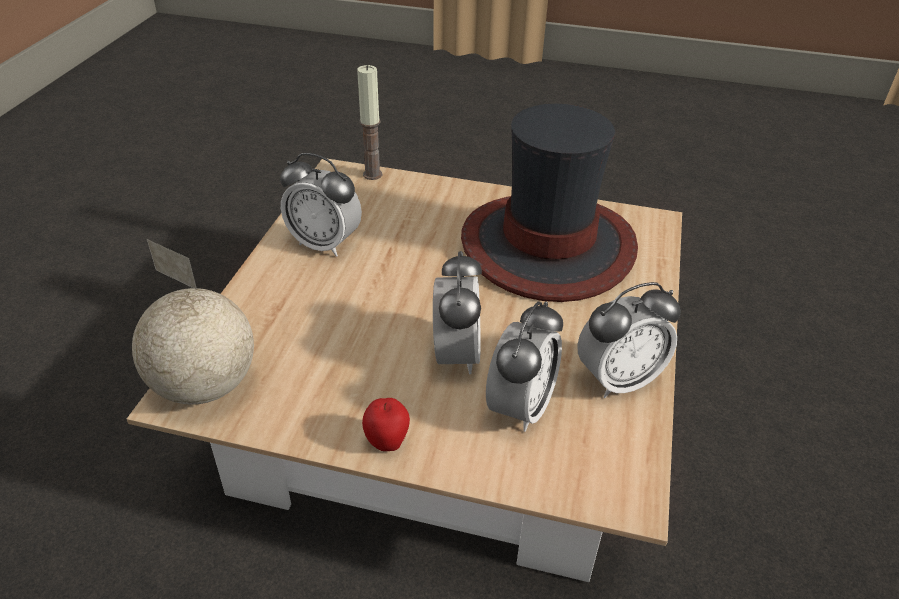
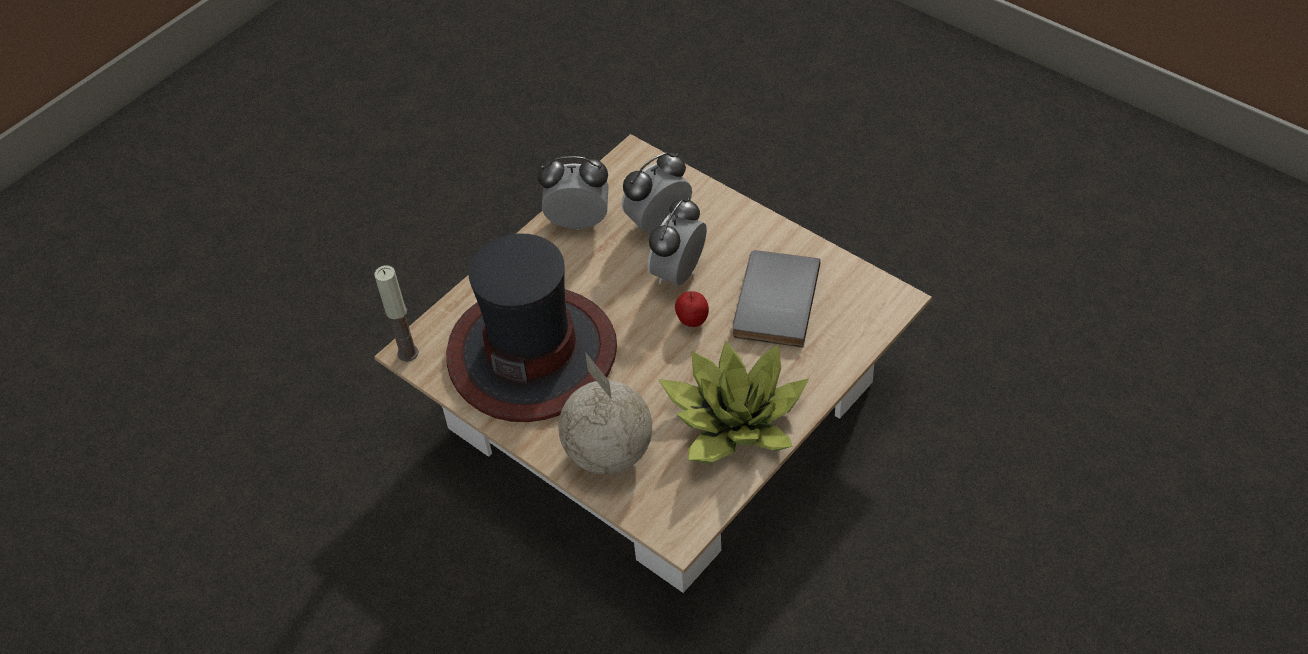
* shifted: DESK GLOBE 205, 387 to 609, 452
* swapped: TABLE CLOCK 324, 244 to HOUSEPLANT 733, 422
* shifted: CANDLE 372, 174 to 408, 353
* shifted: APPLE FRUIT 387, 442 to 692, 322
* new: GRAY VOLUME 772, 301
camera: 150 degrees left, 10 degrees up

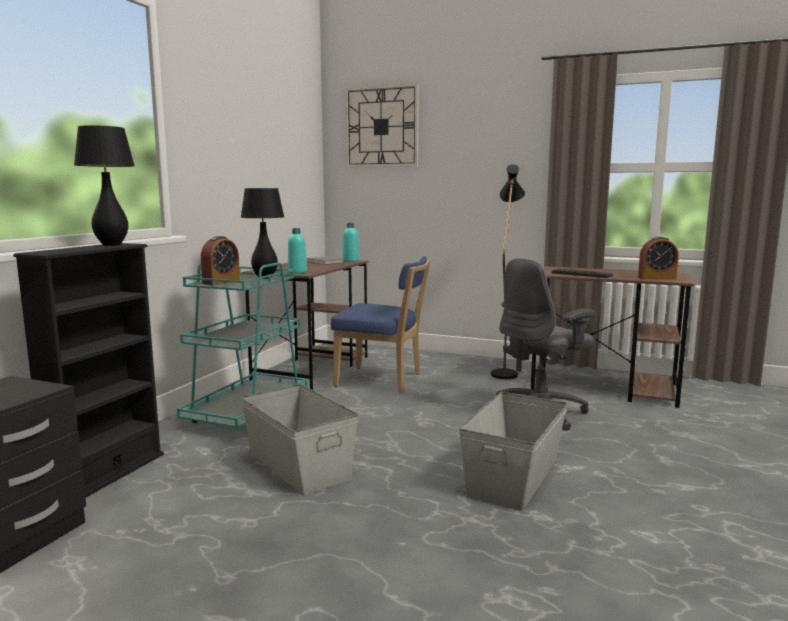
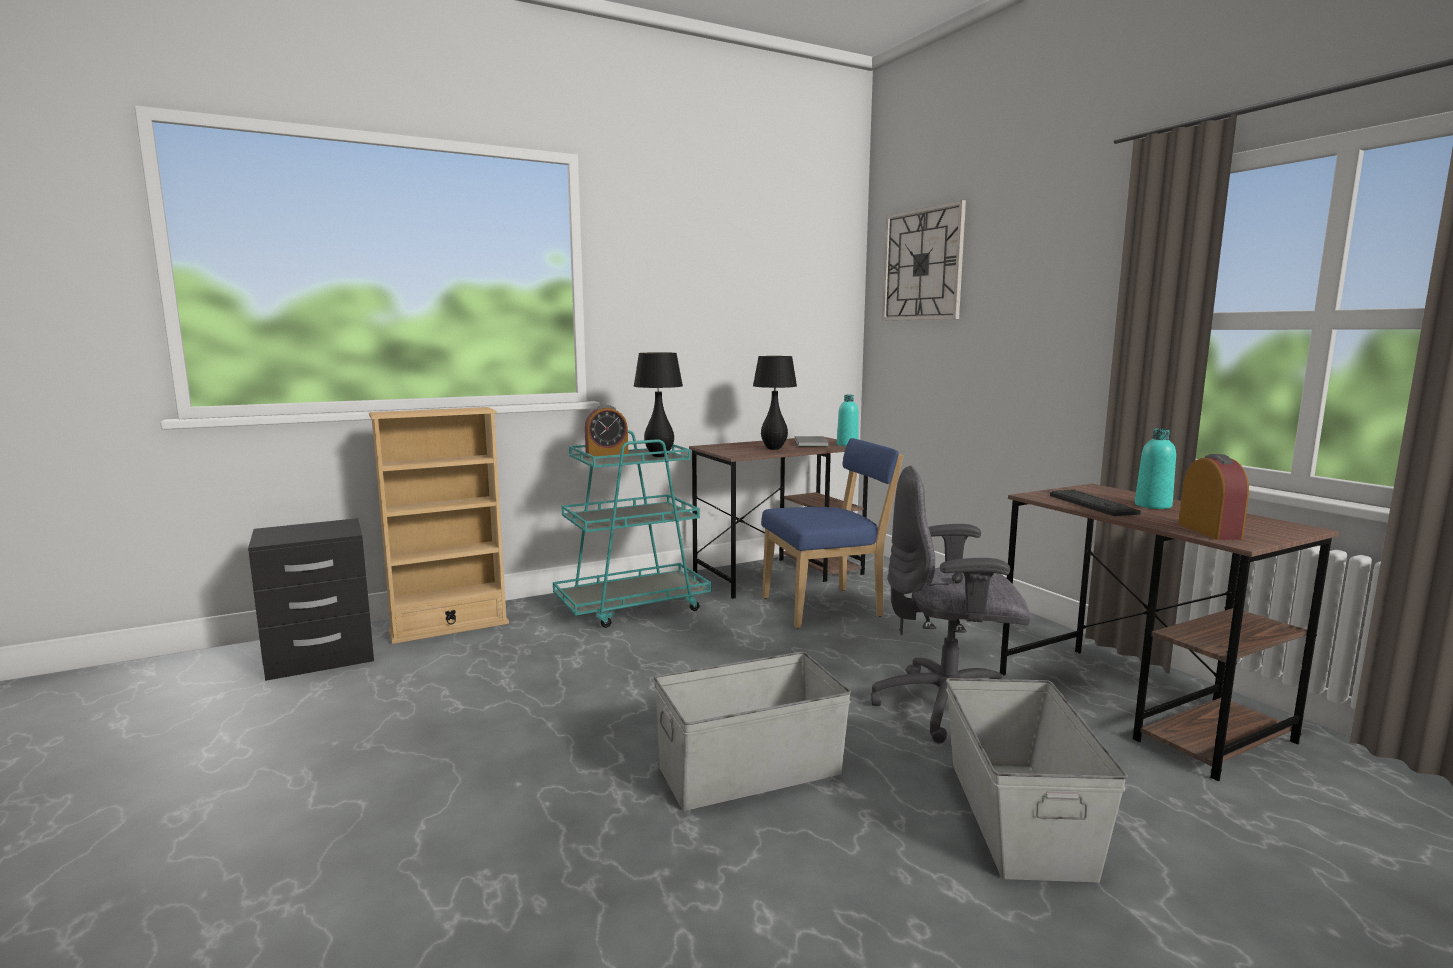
* repainted: BLACKISH SHELVING UNIT 107, 474 to BEIGE-COLOURED SHELVING UNIT 449, 627
* shifted: BLACKISH TABLETOP LAMP 111, 245 to 774, 449
* shifted: GRAY STORAGE BIN 298, 466 to 1016, 816
* shifted: BLUE-GREEN BOTTLE 297, 272 to 1153, 505
* rotated: BLUE PLAIN CHAIR 382, 380 = 827, 607 75 degrees counterclockwise
* gone: BLACKISH FLOOR LAMP 504, 372
* rotated: TABLE CLOCK 657, 278 = 1209, 531 135 degrees counterclockwise
camera: 40 degrees right, 0 degrees up

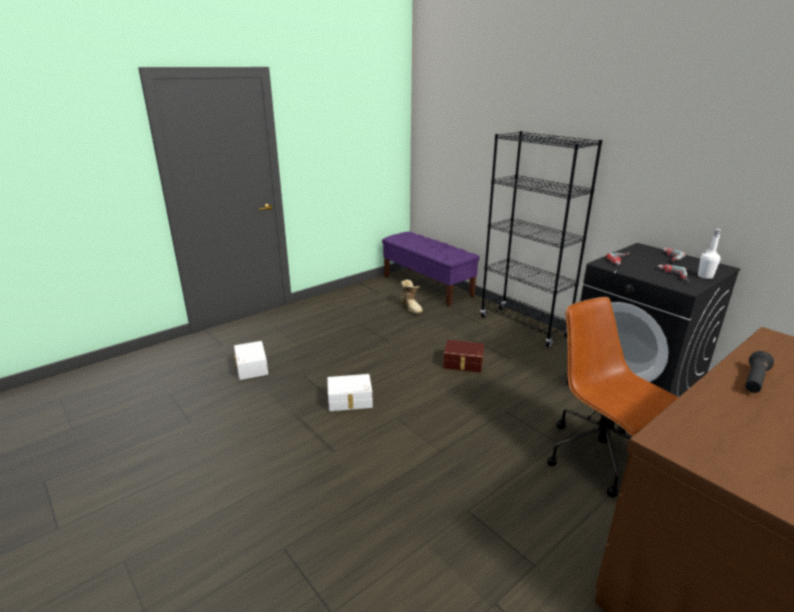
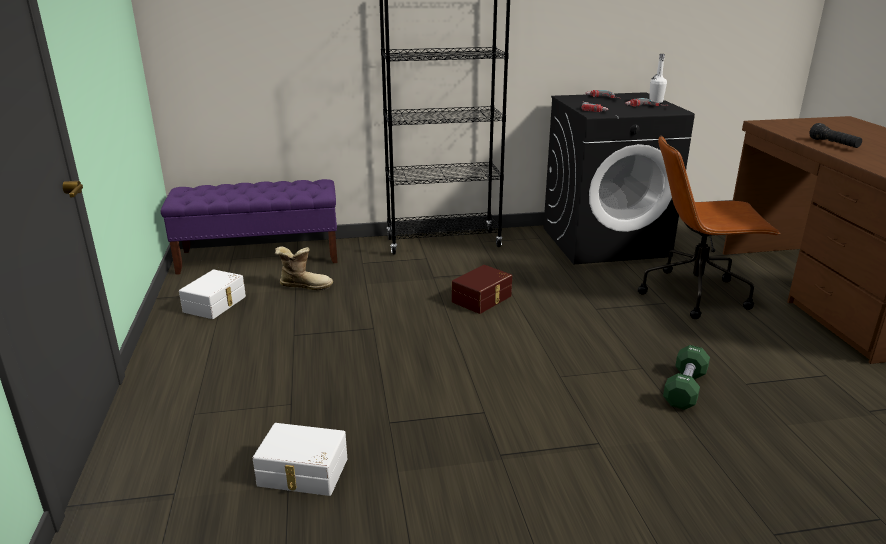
* shifted: WHITISH STORAGE BIN 350, 401 to 216, 304
* new: GREEN-COLOURED DUMBBELL 684, 388
camera: 60 degrees left, 0 degrees up

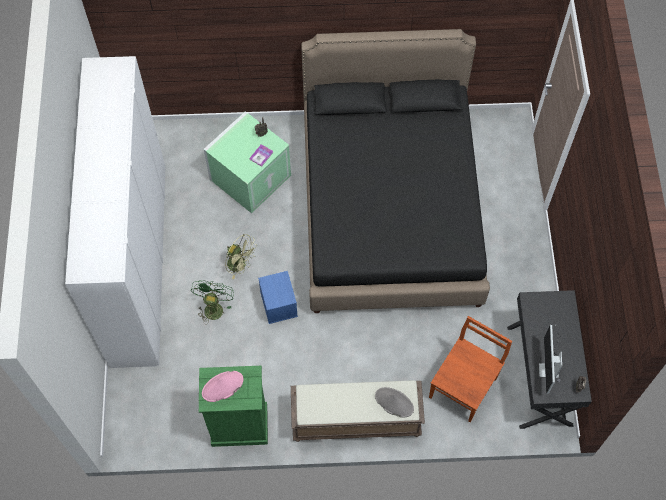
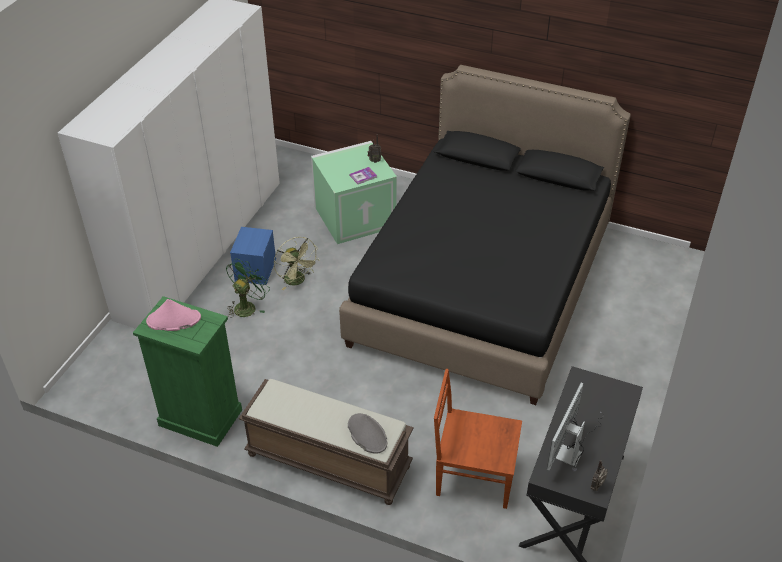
* shifted: BLUE STORAGE BIN 278, 304 to 255, 269
* rotated: BROWNISH PLAIN CHAIR 464, 386 = 473, 475 135 degrees counterclockwise
camera: 25 degrees right, 20 degrees down

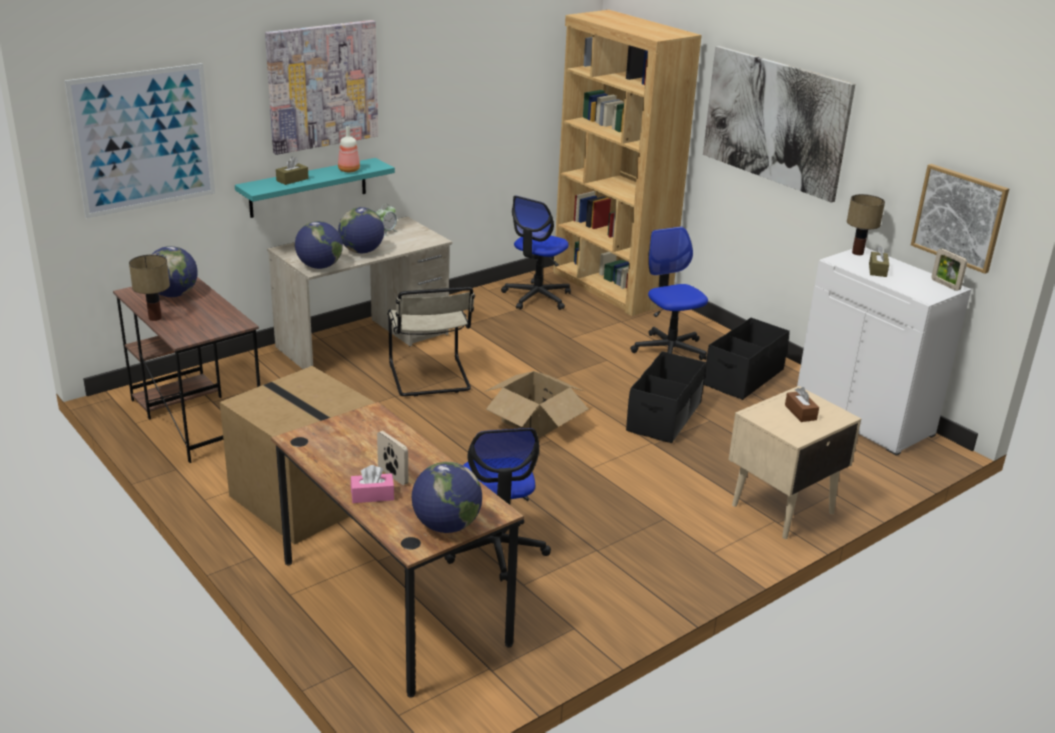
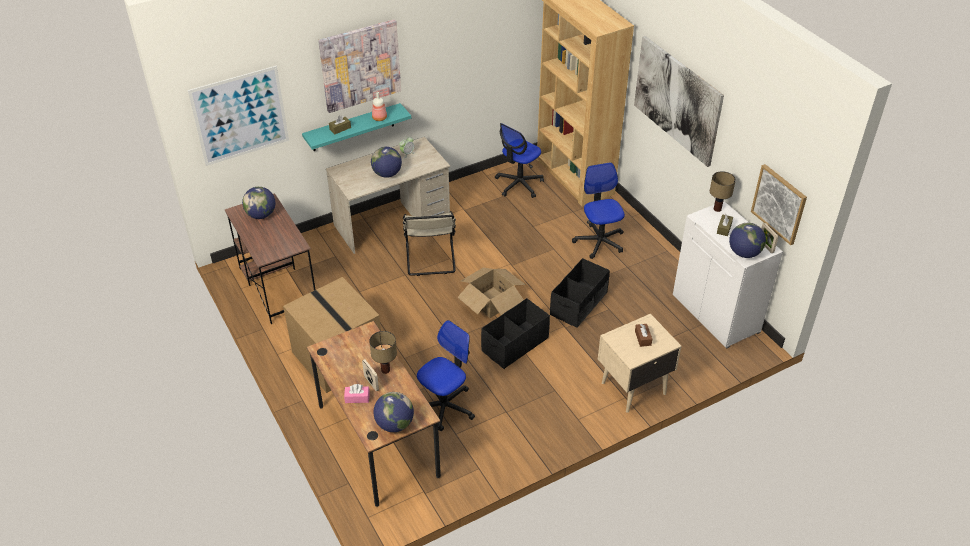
* shifted: TABLETOP LAMP 154, 317 to 385, 370
* shifted: DESK GLOBE 319, 266 to 744, 253
* rotated: DESK CHAIR 496, 549 = 445, 406 135 degrees counterclockwise
* shifted: BLACKISH STORAGE BIN 743, 377 to 514, 344
camera: 10 degrees right, 15 degrees up

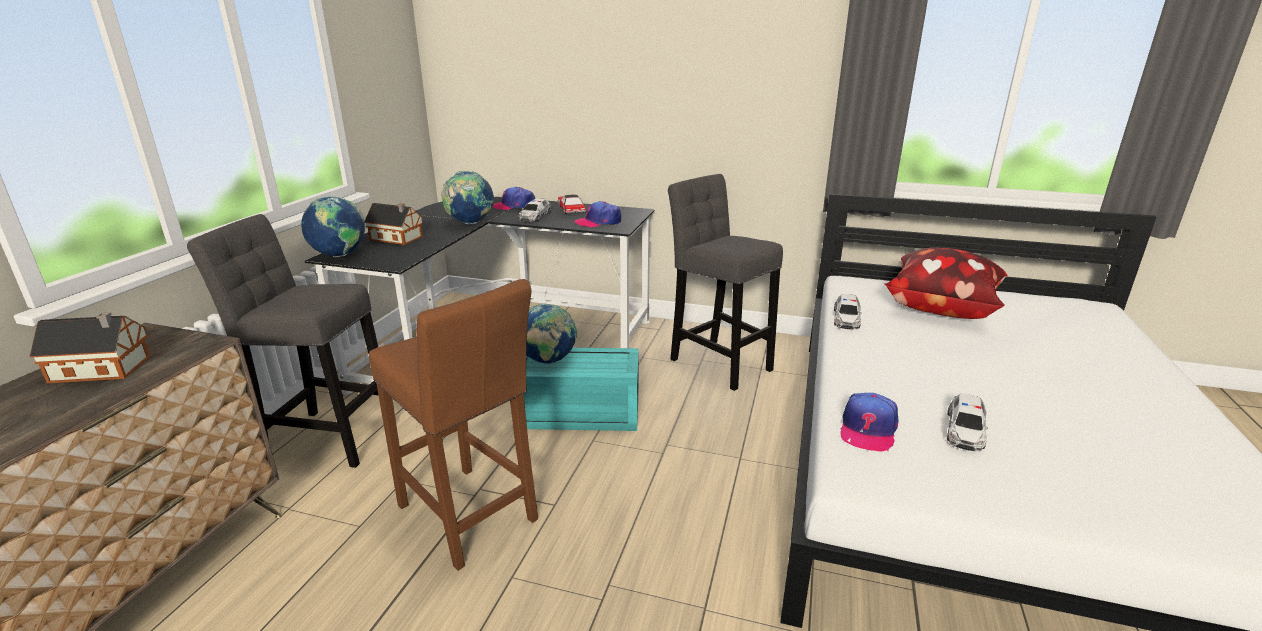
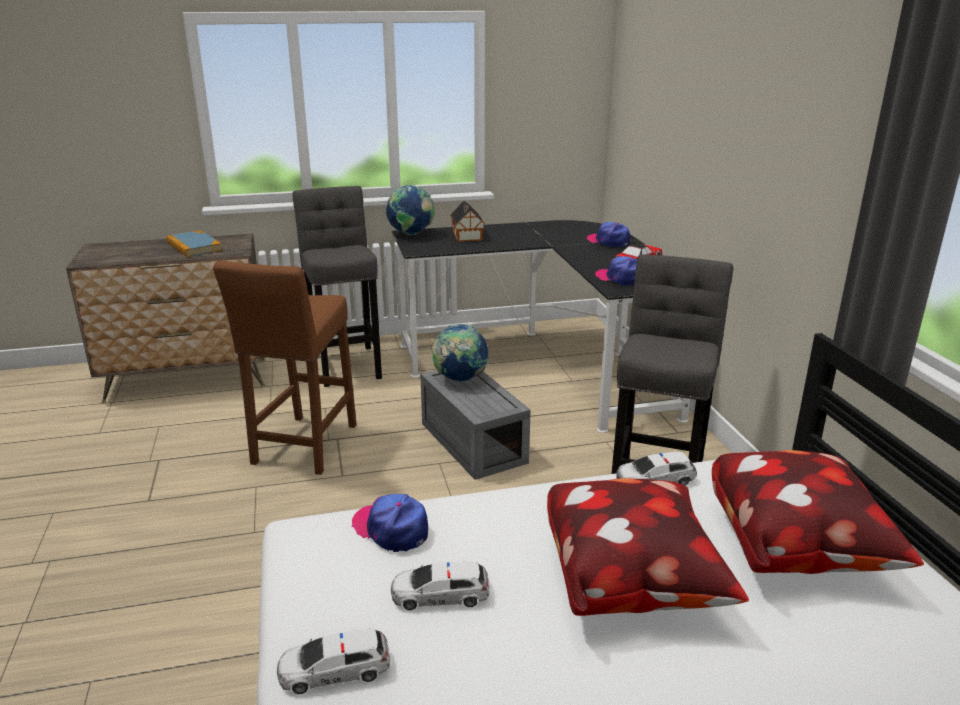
* swapped: MODEL HOUSE 103, 369 to VOLUME 194, 247
* gone: DESK GLOBE 470, 223
* shifted: MODEL CAR 535, 216 to 334, 669
* repainted: BLUE-GREEN STORAGE BIN 577, 414 to GRAY STORAGE BIN 470, 442
* rotated: CAP 867, 429 = 391, 529 45 degrees clockwise
* new: CUSHION 632, 582
camera: 60 degrees right, 0 degrees up

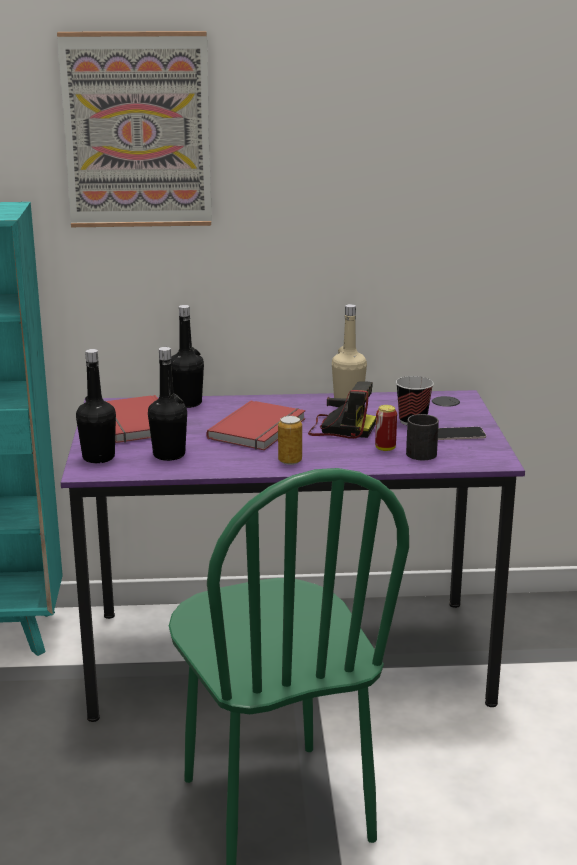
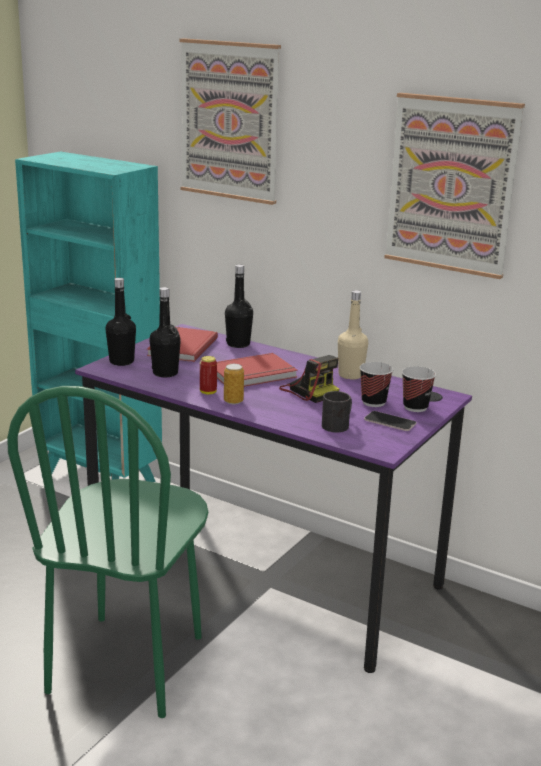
* shifted: METAL CAN 385, 448 to 208, 392
* new: PICTURE 451, 185
* new: DRINKING CUP 415, 407
camera: 35 degrees right, 0 degrees up

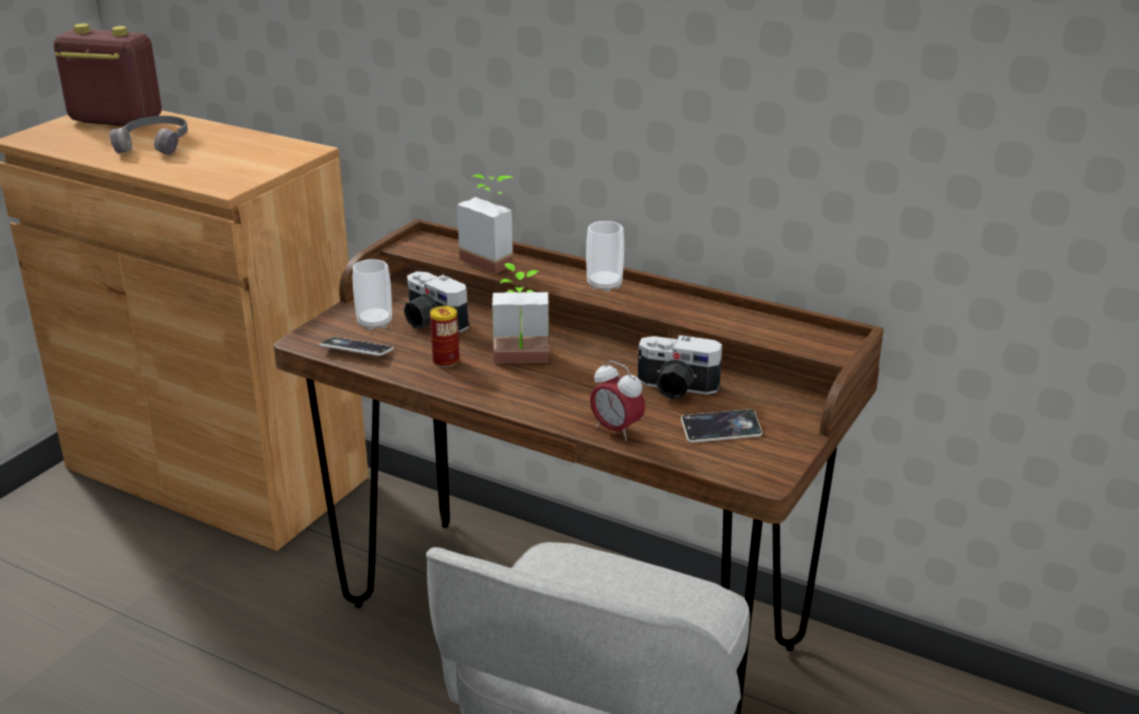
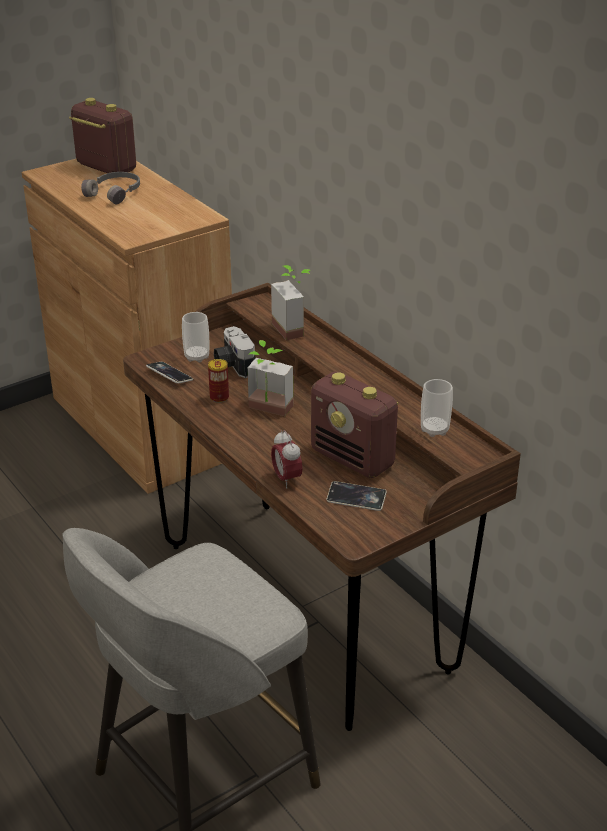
* shifted: DRINKING CUP 604, 285 to 434, 430
* swapped: STILL CAMERA 676, 389 to RADIO 353, 459
camera: 25 degrees right, 5 degrees up

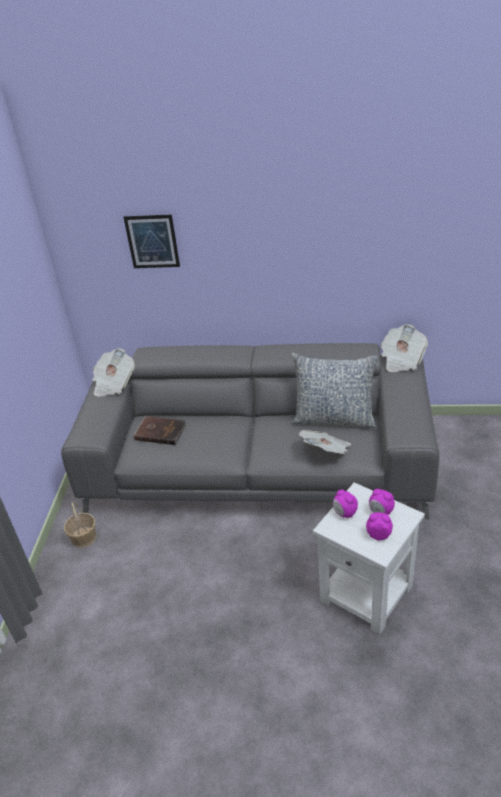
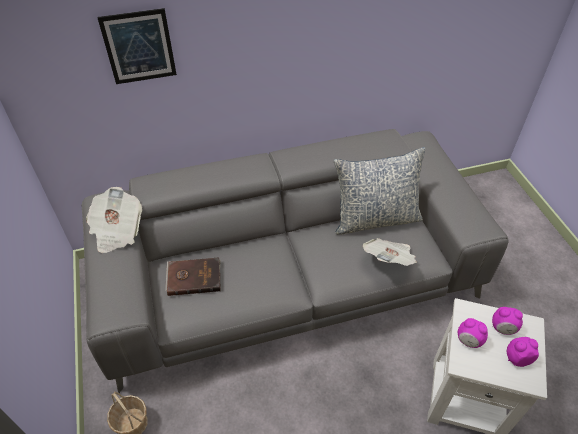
* gone: PRINTED PAPER 401, 360
camera: 25 degrees left, 10 degrees up

